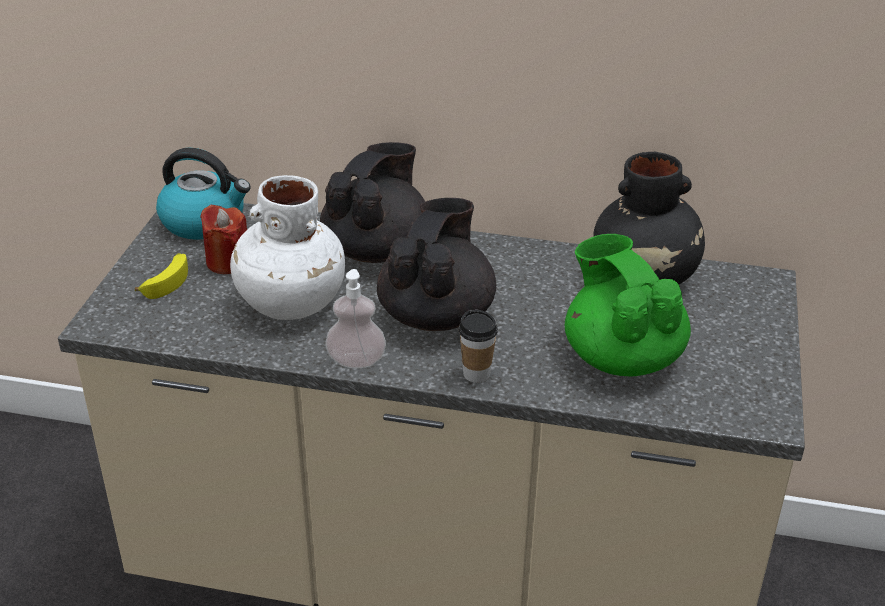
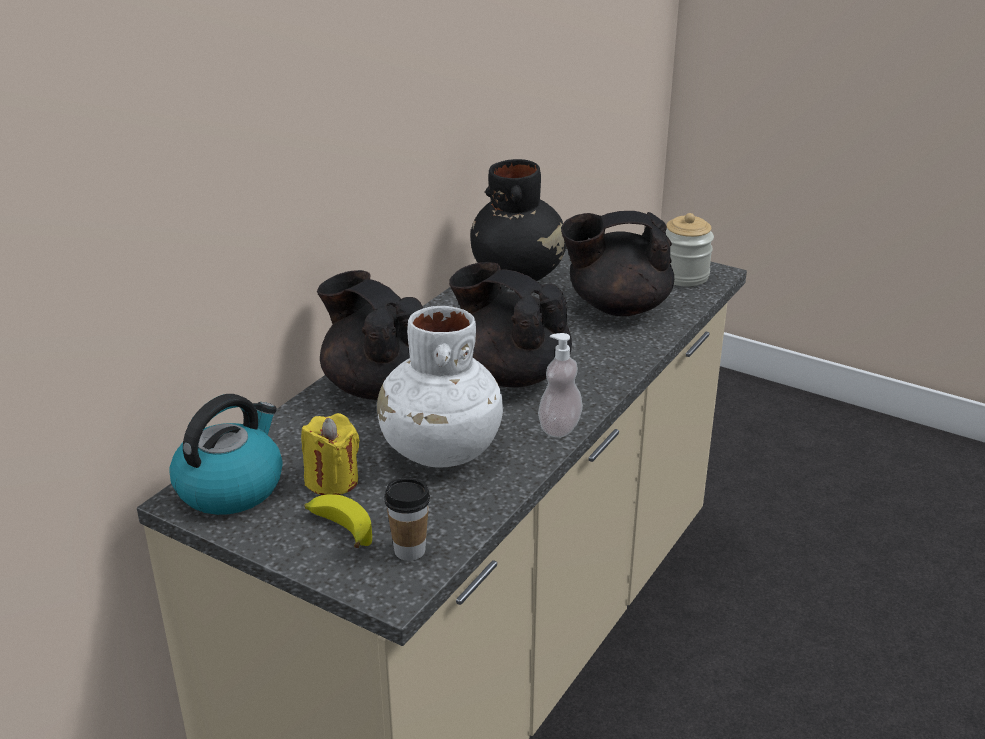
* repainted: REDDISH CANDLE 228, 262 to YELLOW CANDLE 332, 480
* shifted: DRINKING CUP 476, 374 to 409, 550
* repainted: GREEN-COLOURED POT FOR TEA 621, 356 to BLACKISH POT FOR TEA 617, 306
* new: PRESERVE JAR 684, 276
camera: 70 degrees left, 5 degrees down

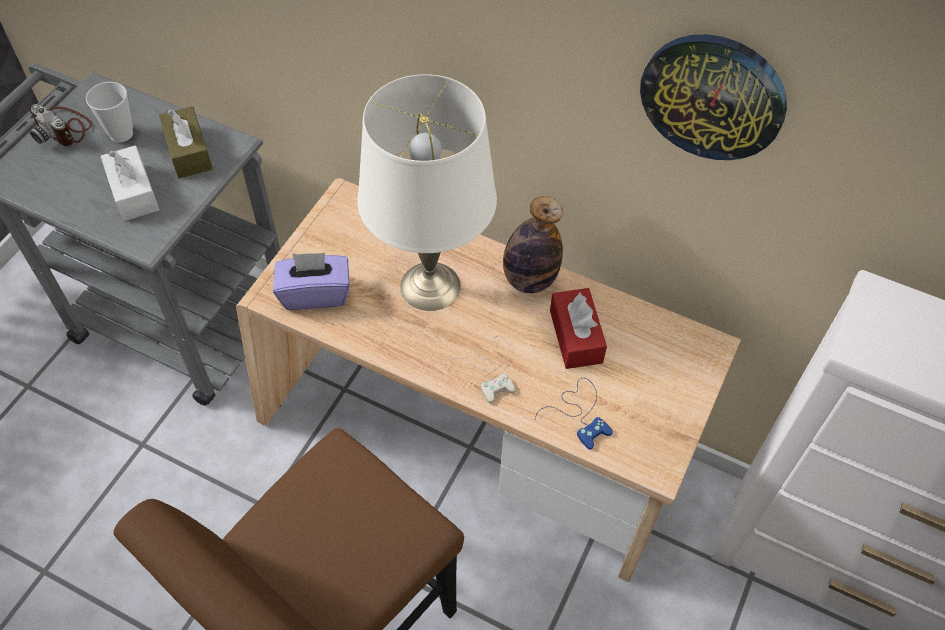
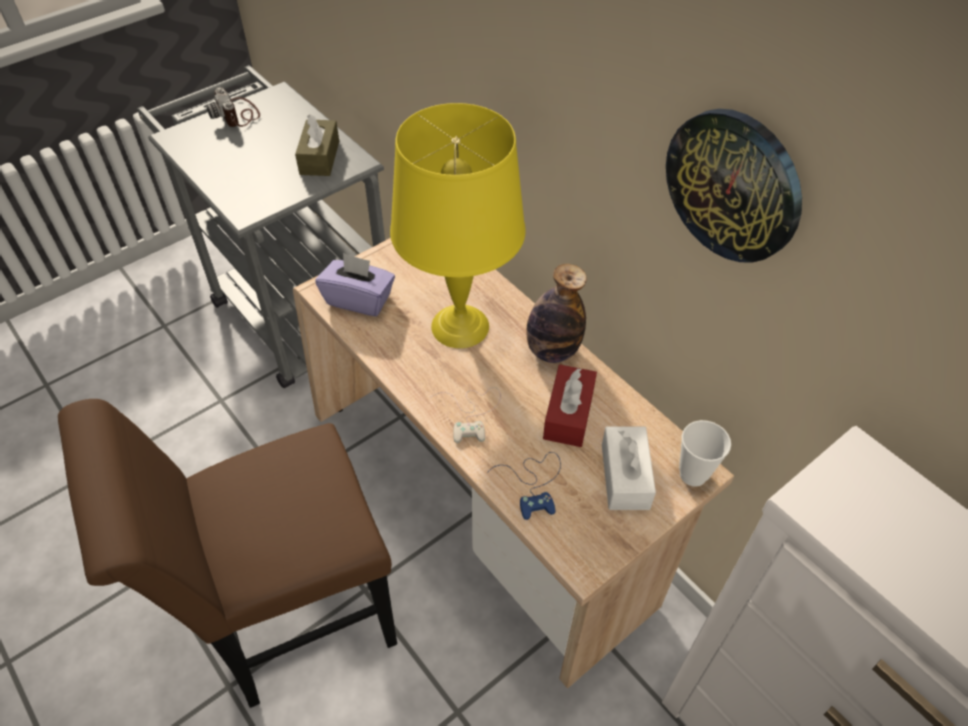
* shifted: DRINKING CUP 121, 134 to 693, 474
* shifted: WHITISH TISSUE HOLDER 133, 192 to 625, 476
* repainted: WHITISH TABLETOP LAMP 429, 285 to YELLOW TABLETOP LAMP 459, 325
camera: 25 degrees right, 5 degrees down

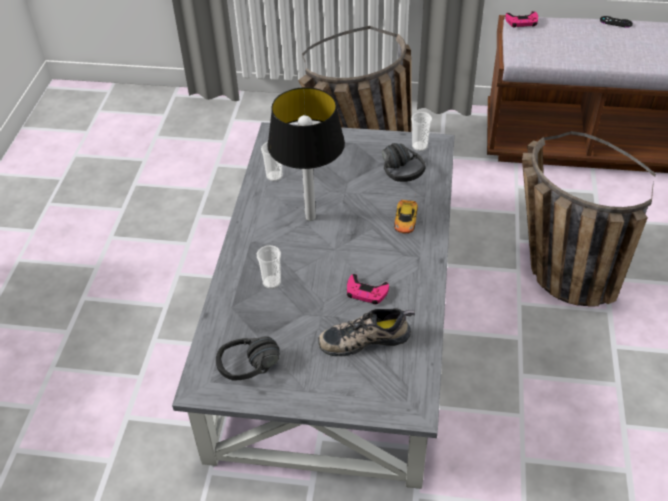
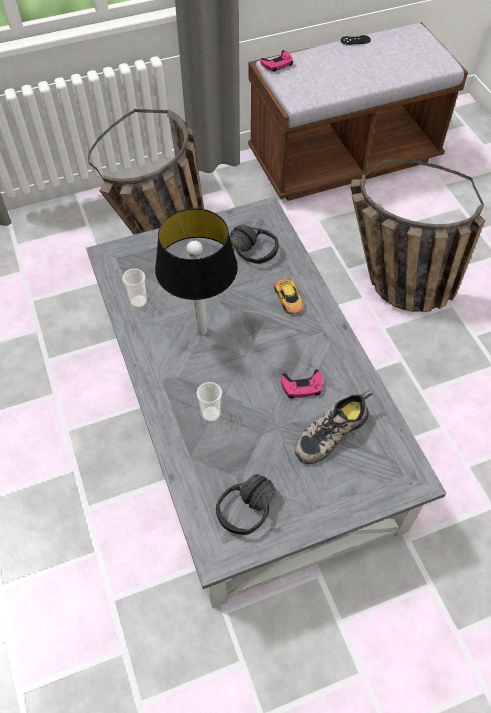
* gone: DRINKING CUP 419, 146
camera: 30 degrees left, 10 degrees up

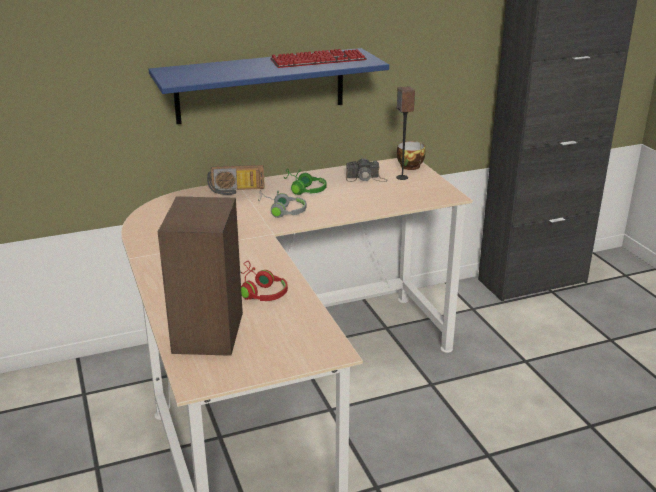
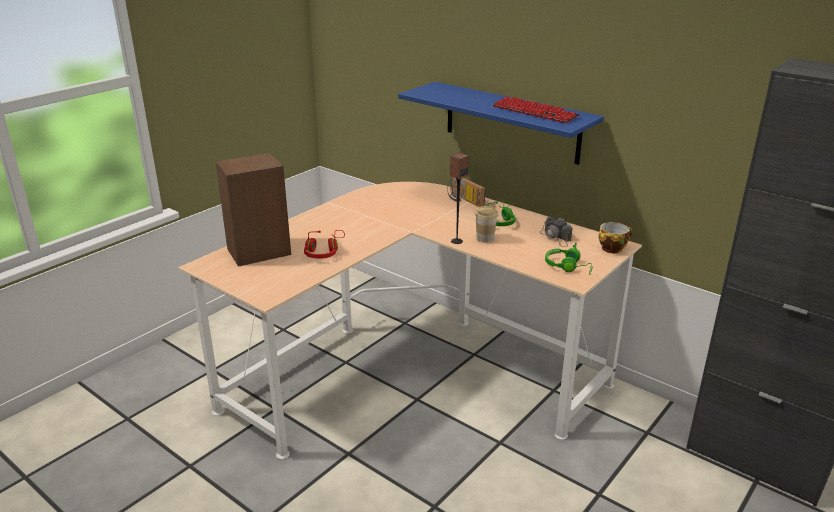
* gone: GRAY PAIR OF HEADPHONES 281, 211
* shifted: AUDIO SPEAKER 401, 177 to 456, 241
* new: DRINKING CUP 485, 238
* new: GREEN-COLOURED PAIR OF HEADPHONES 568, 267
camera: 60 degrees right, 0 degrees up

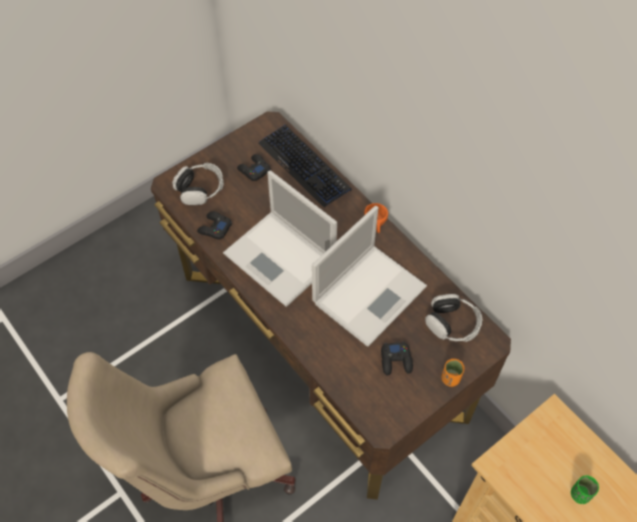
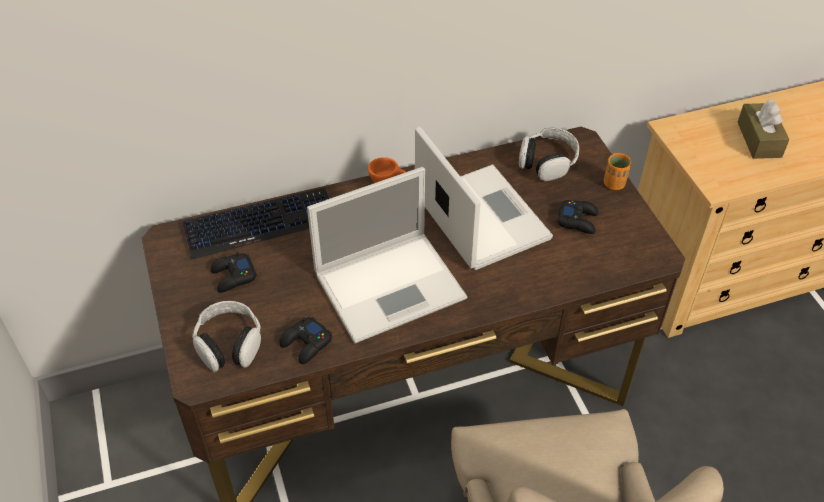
* swapped: GREEN-COLOURED DRINKING CUP 580, 494 to BROWNISH TISSUE HOLDER 759, 139
camera: 70 degrees left, 10 degrees down

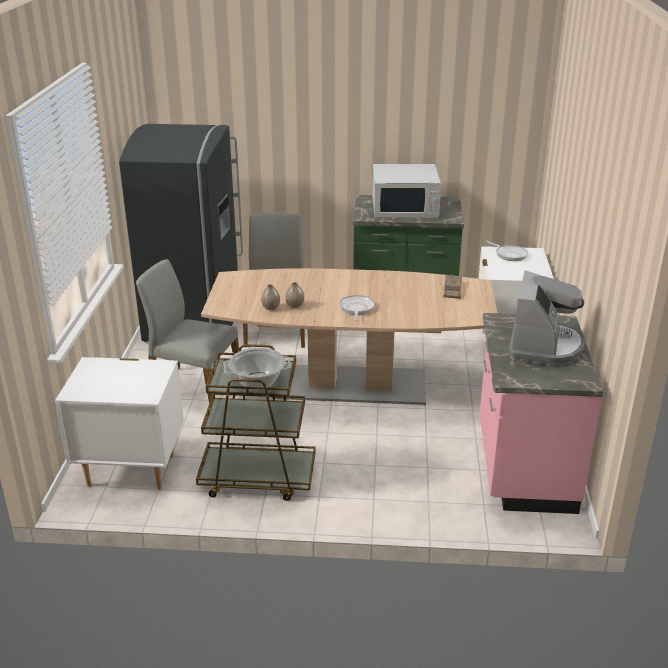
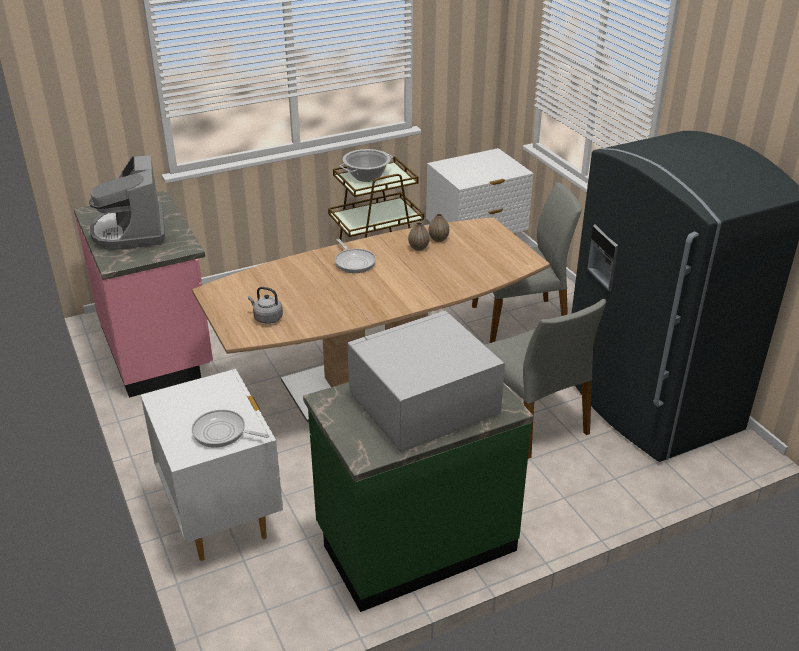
* swapped: BROWNISH CARRYING TRAY 452, 290 to GRAY TEA KETTLE 267, 318
camera: 150 degrees right, 5 degrees up

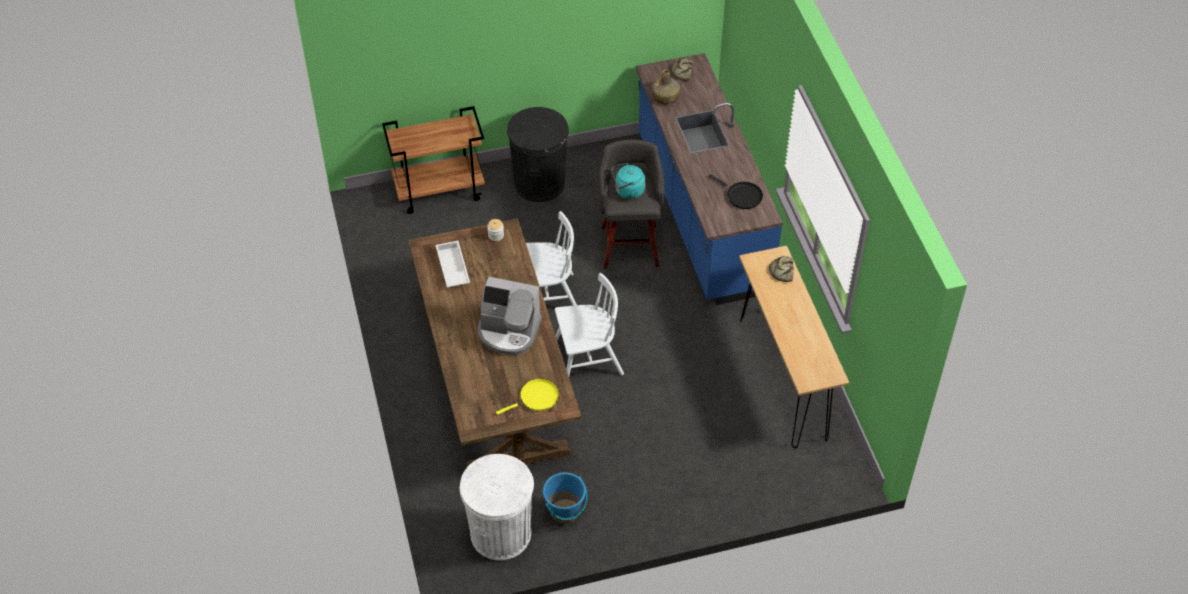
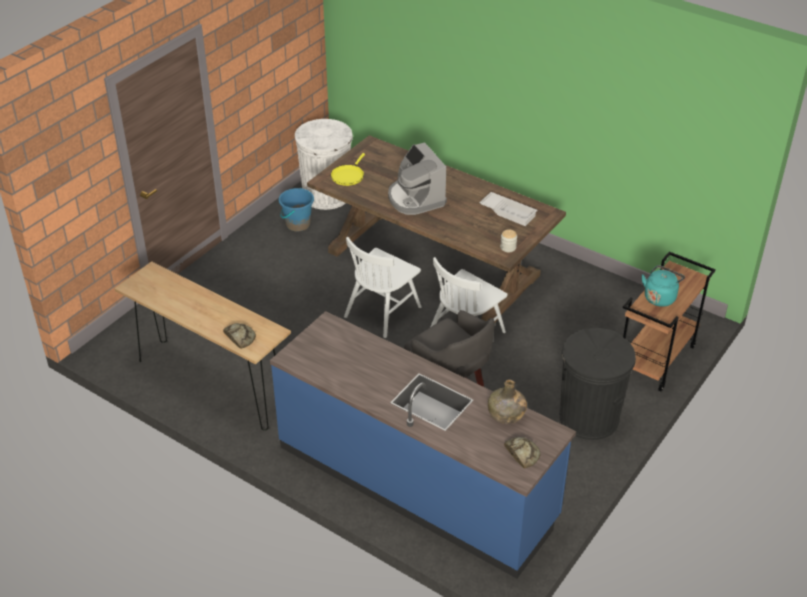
* rotated: COFFEE MACHINE 509, 331 = 415, 198 90 degrees counterclockwise
* shifted: BLUE-GREEN TEA KETTLE 627, 191 to 660, 297
* gone: BLACKISH FRYING PAN 742, 196
camera: 140 degrees right, 10 degrees down

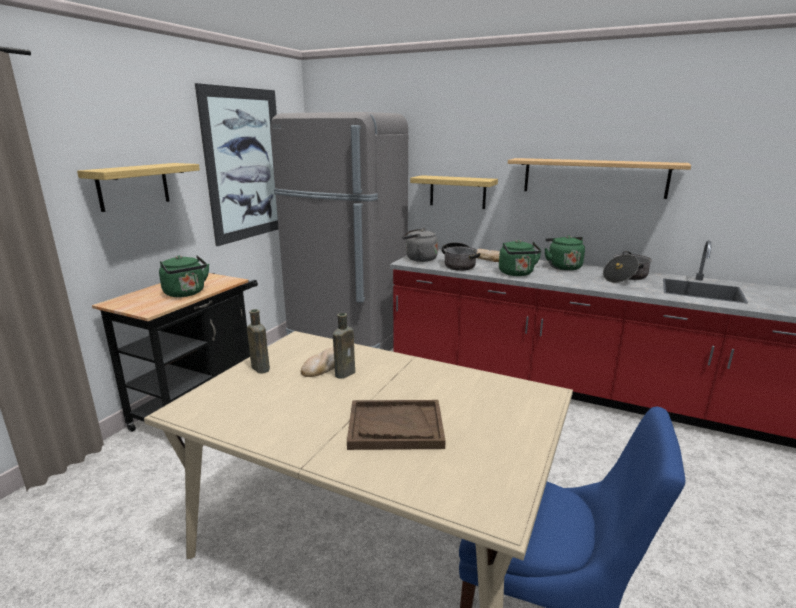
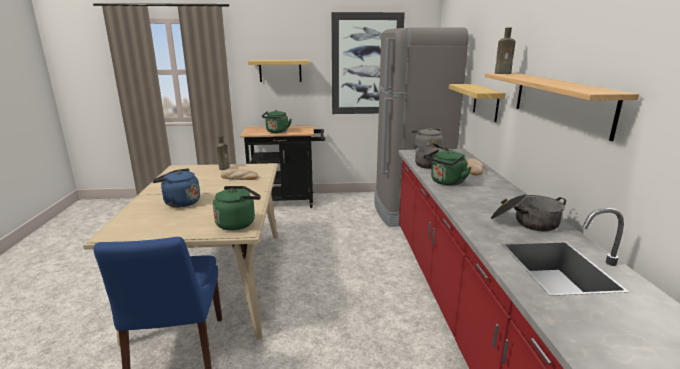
* shifted: BROWNISH BOTTLE 346, 373 to 504, 73
* swapped: BROWNISH CARRYING TRAY 395, 427 to BLUE TEA KETTLE 180, 203
* shifted: GREEN-COLOURED TEA KETTLE 563, 267 to 238, 223
camera: 60 degrees right, 0 degrees up

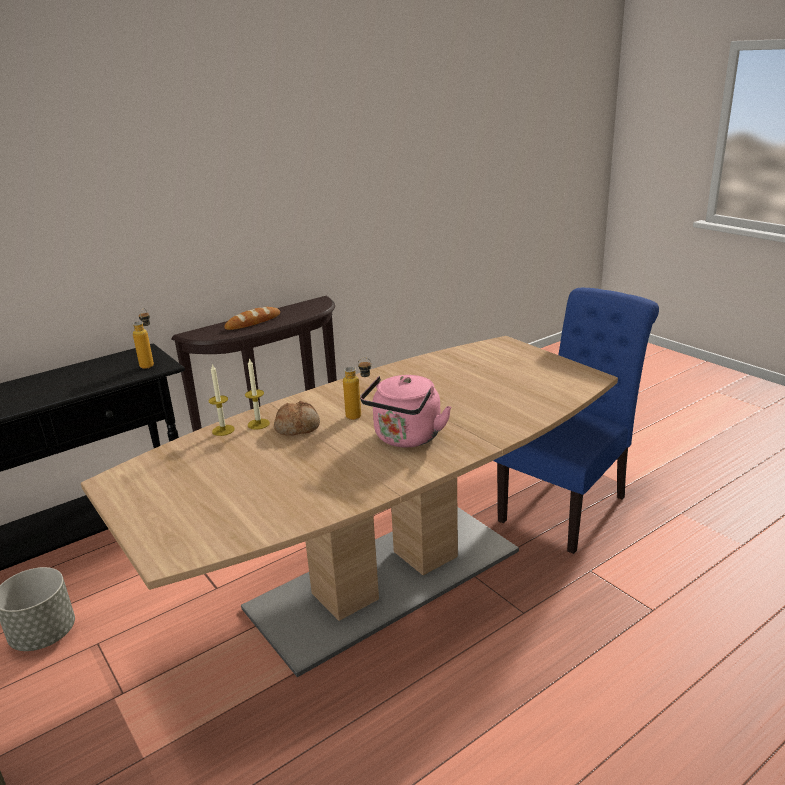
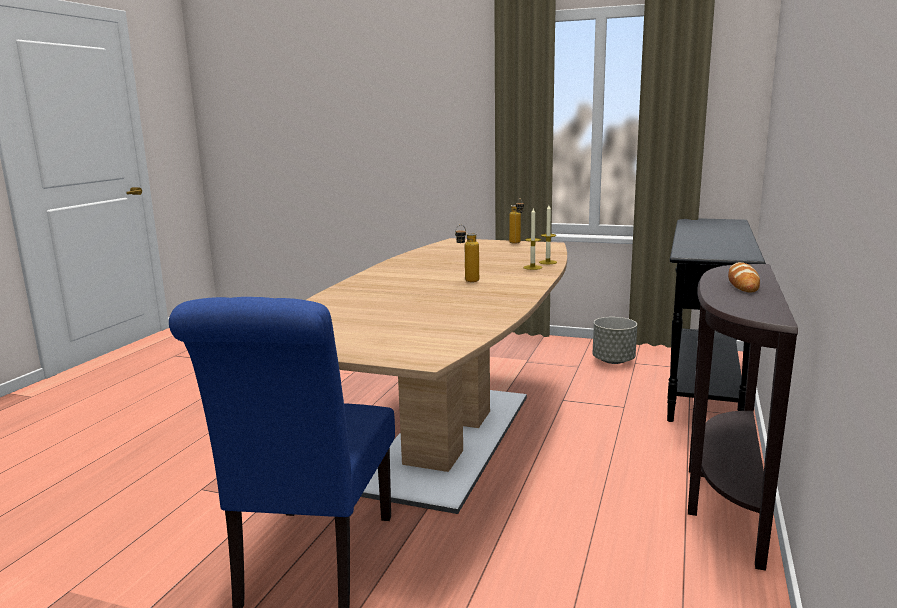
* shifted: BOTTLE 149, 364 to 517, 243
* gone: BAKED BREAD 298, 427
* gone: PINK-COLOURED TEA KETTLE 406, 438
camera: 145 degrees right, 10 degrees down

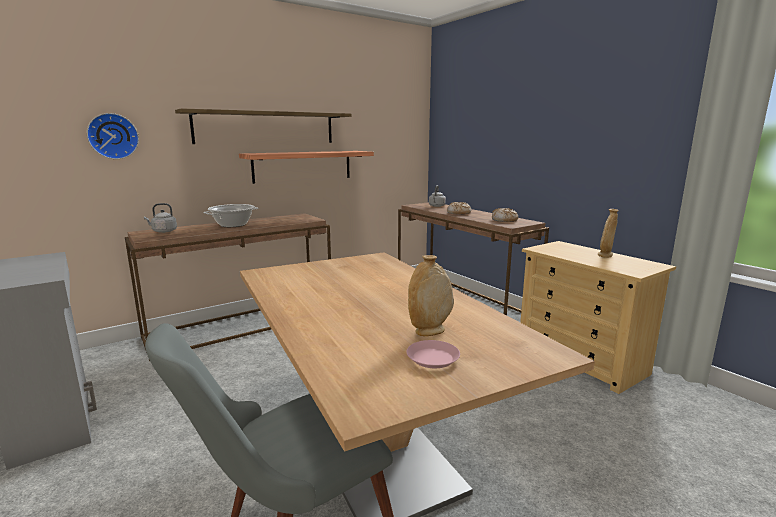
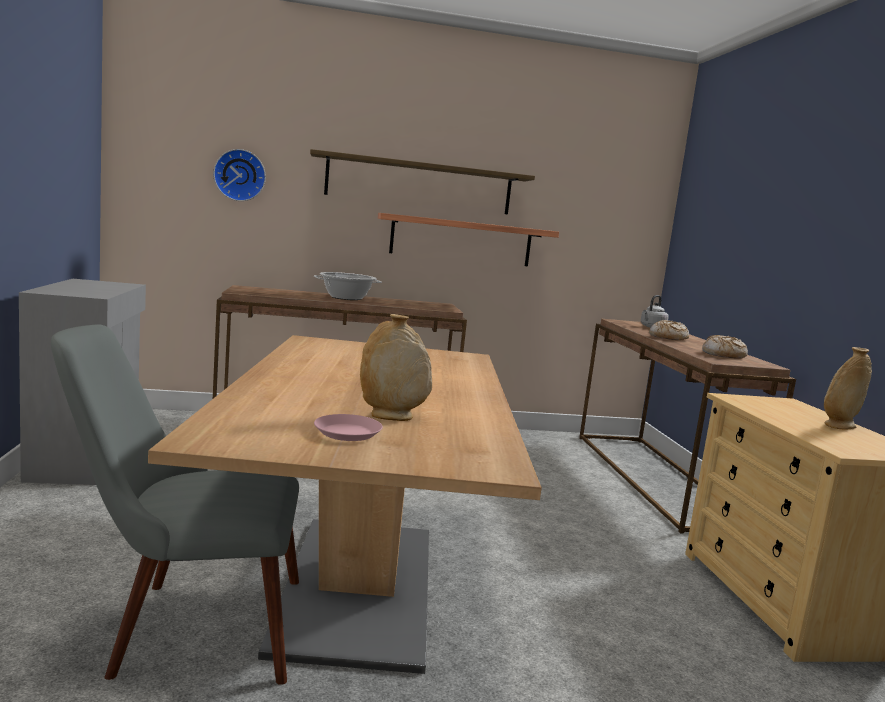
* gone: GRAY TEA KETTLE 163, 231
camera: 25 degrees right, 5 degrees down

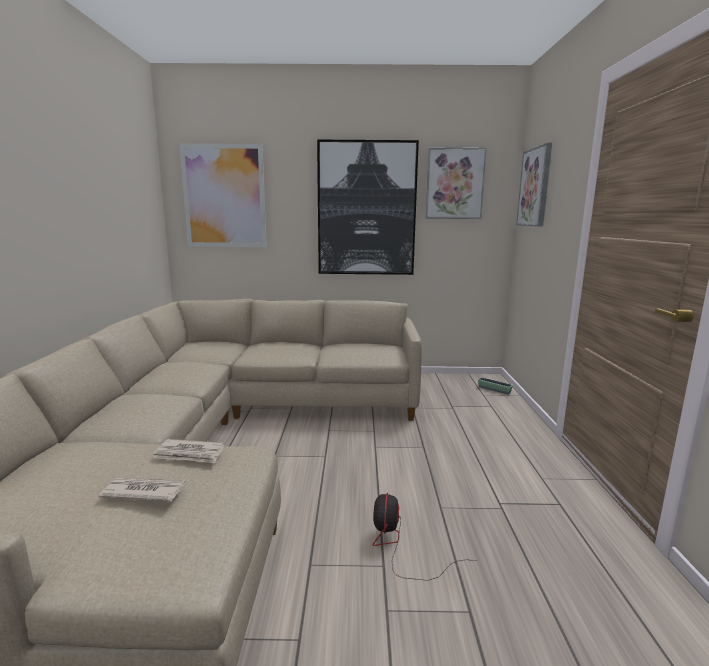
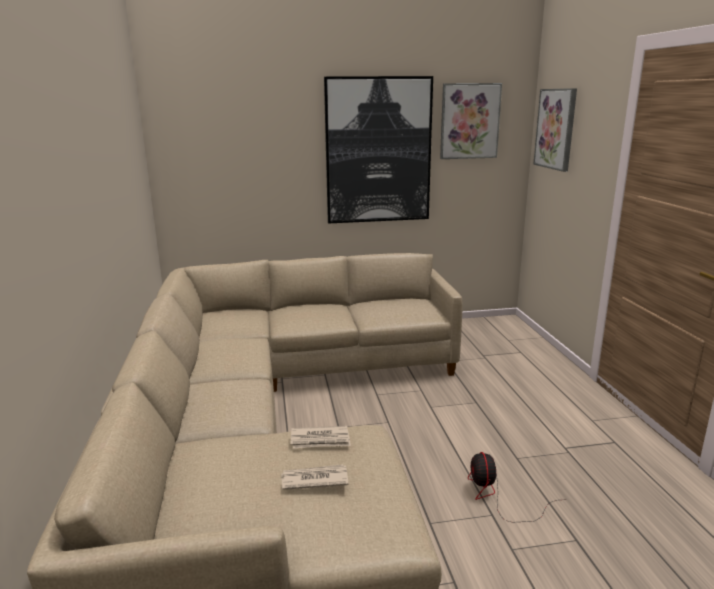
* gone: PICTURE 224, 196
* gone: PLANT POT 494, 390
camera: 10 degrees left, 5 degrees up

